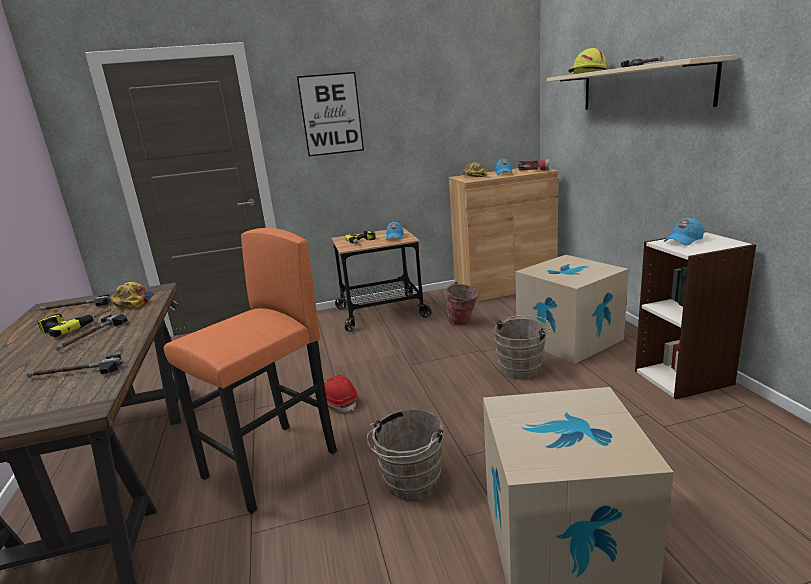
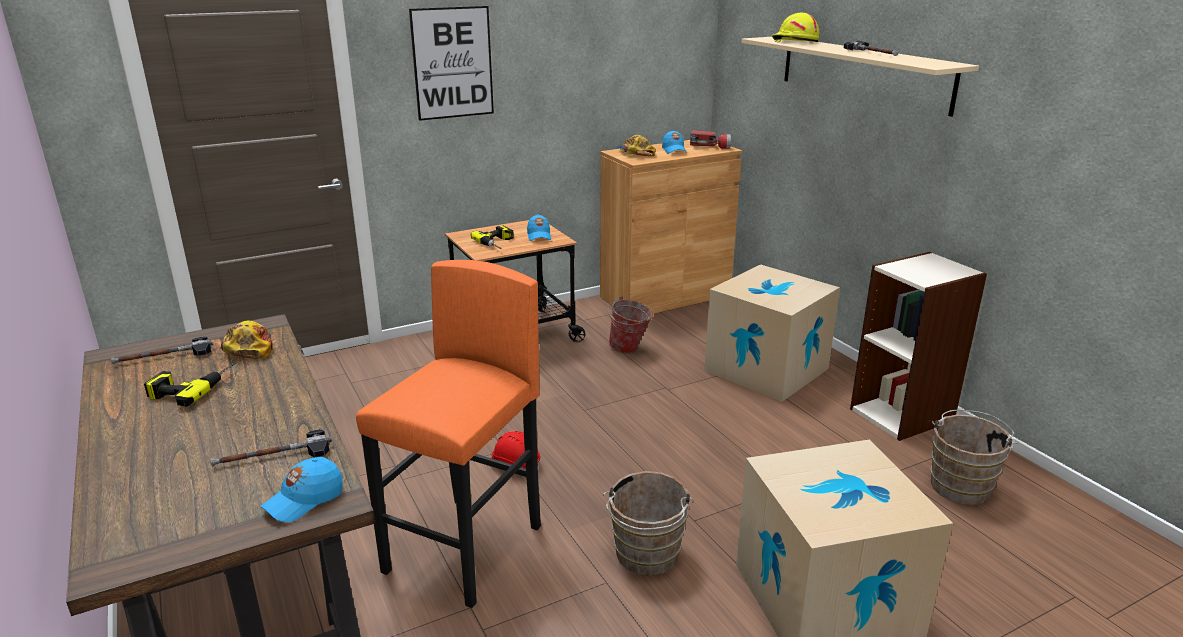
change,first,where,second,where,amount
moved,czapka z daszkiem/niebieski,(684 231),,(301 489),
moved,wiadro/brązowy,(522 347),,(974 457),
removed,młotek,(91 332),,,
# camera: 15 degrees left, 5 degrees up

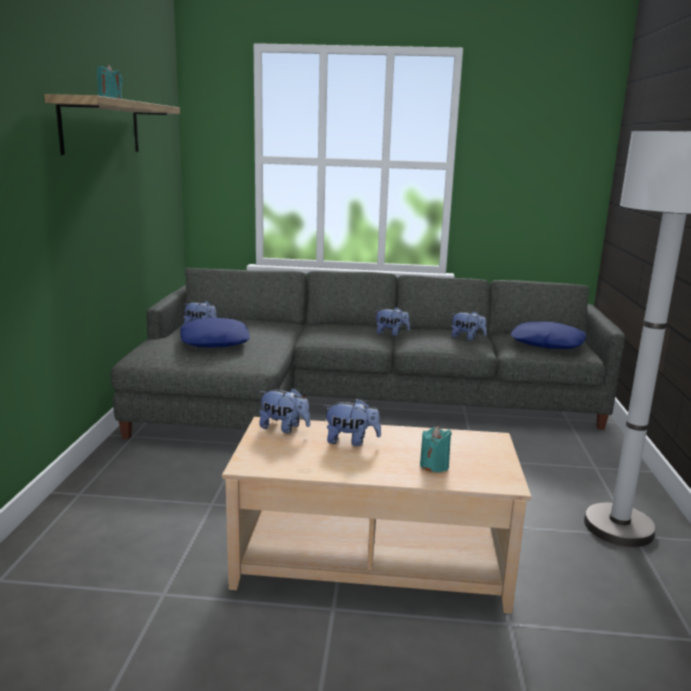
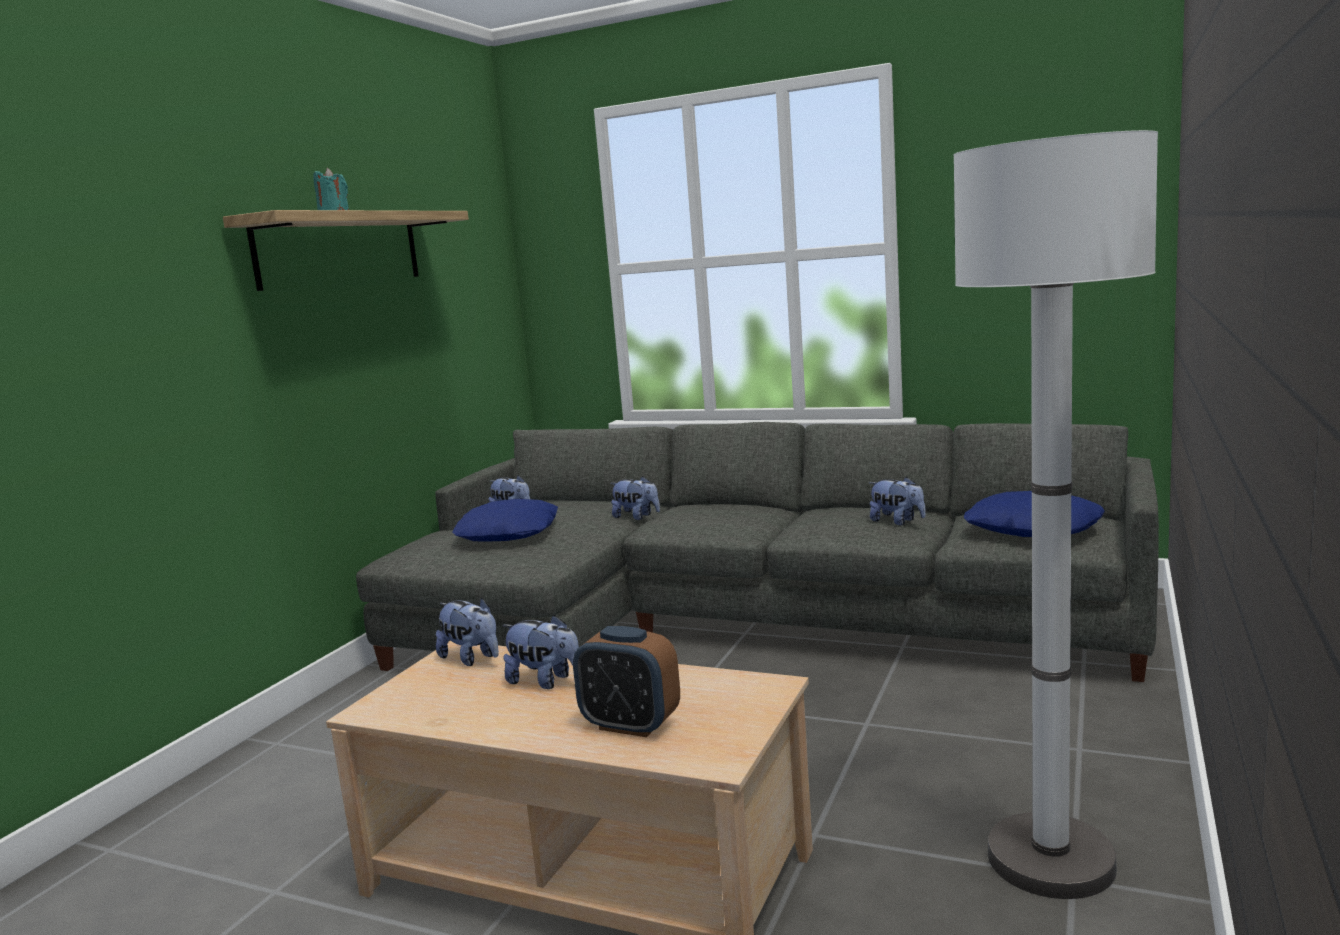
change,first,where,second,where,amount
replaced,świeca/turkusowy,(436 449),budzik,(626 681),
moved,pluszak,(392 321),,(635 498),
# camera: 20 degrees right, 5 degrees down

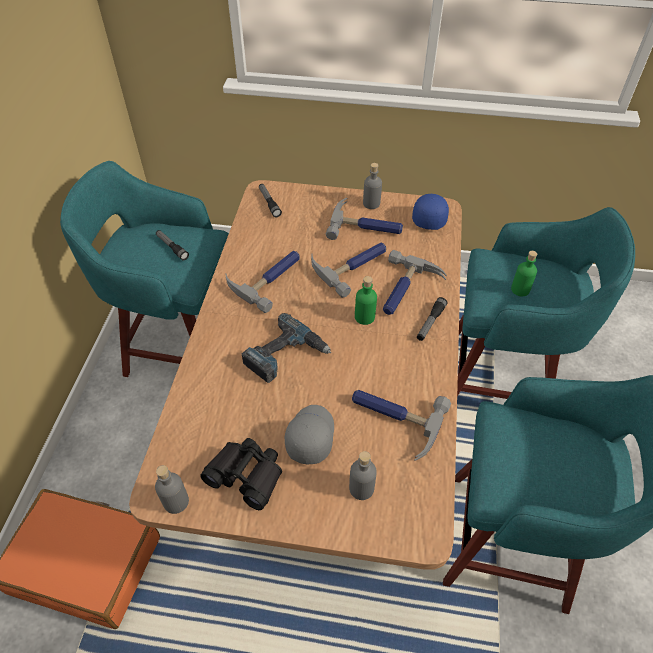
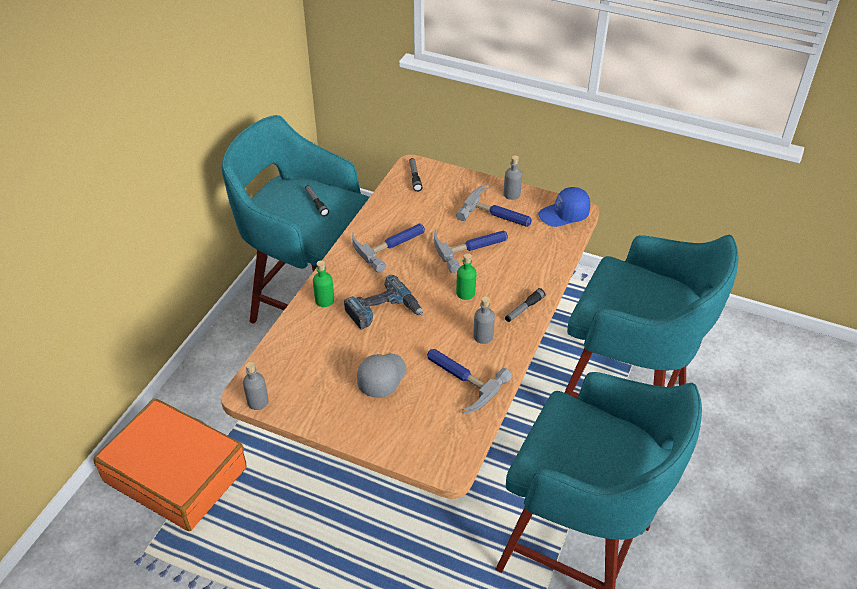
change,first,where,second,where,amount
moved,butelka/zielony,(524 273),,(323 283),
moved,butelka/szary,(363 475),,(484 320),
turned,czapka z daszkiem/niebieski,(430 212),,(564 207),135 degrees counterclockwise
removed,lornetka/czarny,(241 474),,,
removed,młotek,(415 282),,,
# camera: 15 degrees right, 5 degrees down

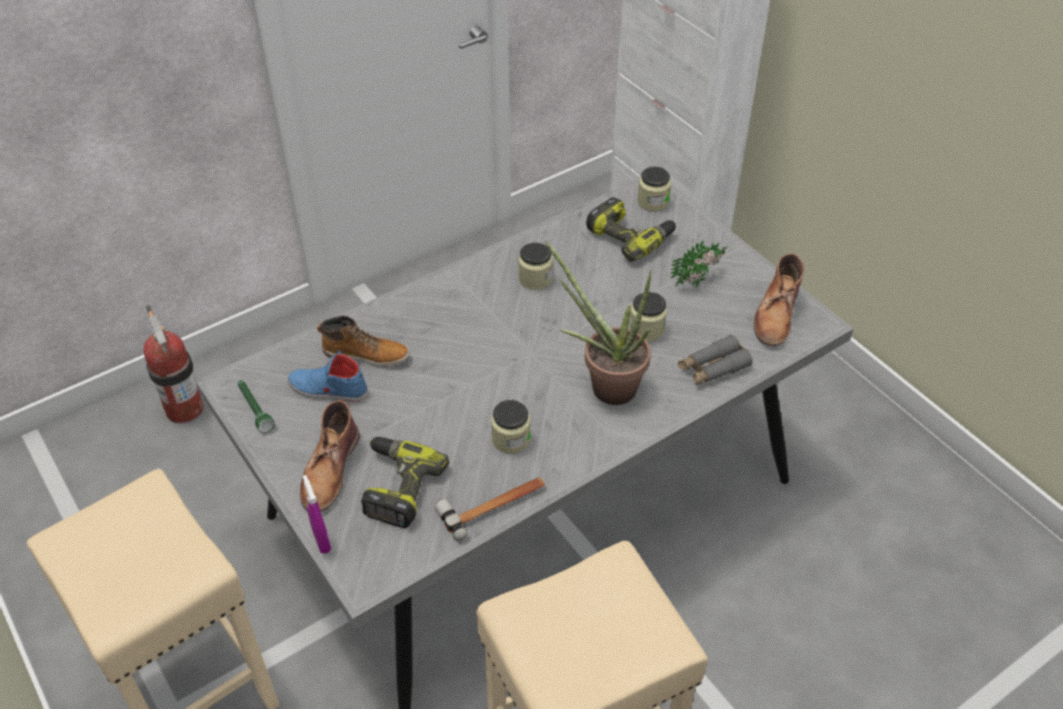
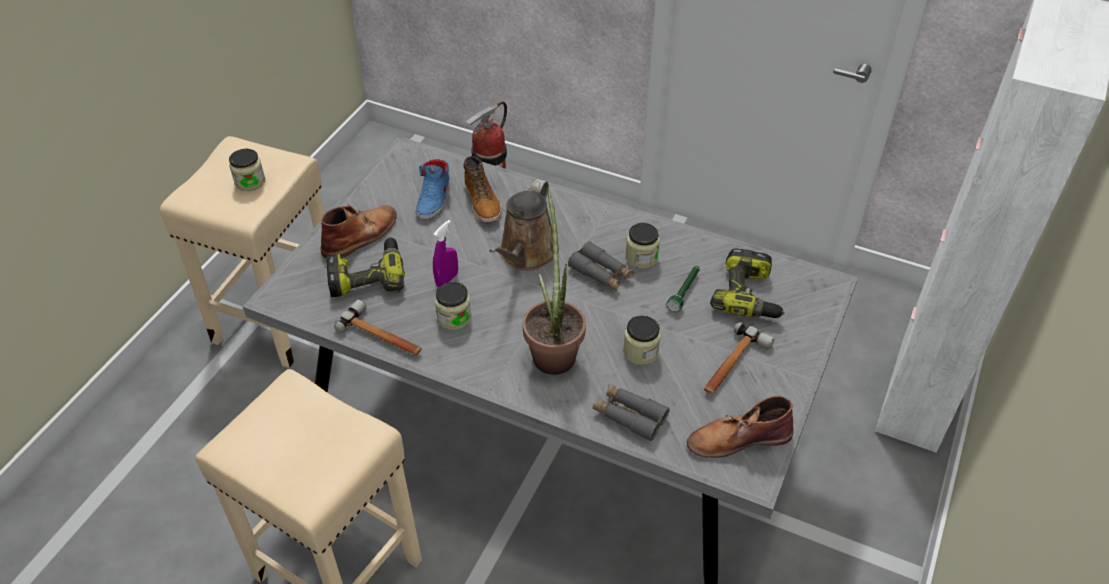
change,first,where,second,where,amount
moved,słoik,(654 189),,(247 170),
turned,but z cholewką/brązowy,(330 456),,(358 231),150 degrees clockwise
turned,but/niebieski,(328 376),,(433 189),150 degrees counterclockwise
moved,spryskiwacz/fioletowy,(317 514),,(445 253),
added,,,konewka/brązowy,(524 225),
added,,,lornetka/szary,(601 266),
moved,latarka/zielony,(256 406),,(683 289),
replaced,roślina doniczkowa,(698 264),młotek,(739 358),
# camera: 60 degrees right, 0 degrees up

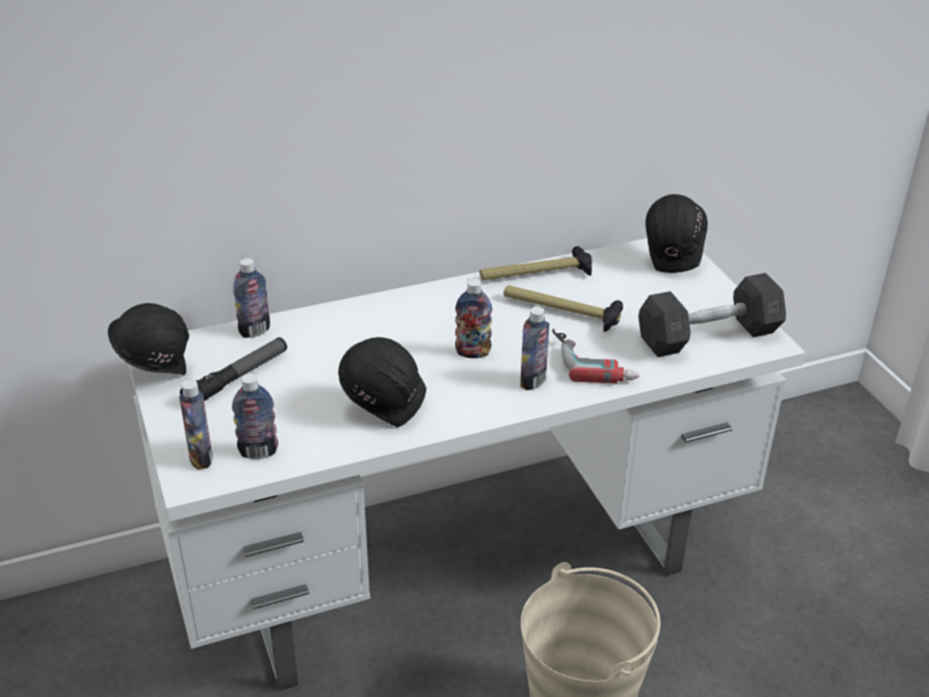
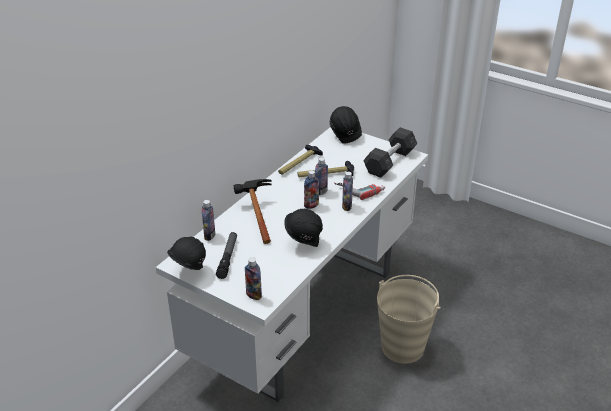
change,first,where,second,where,amount
added,,,młotek,(253 211),
moved,butelka,(255 416),,(321 176),
# camera: 35 degrees left, 0 degrees up

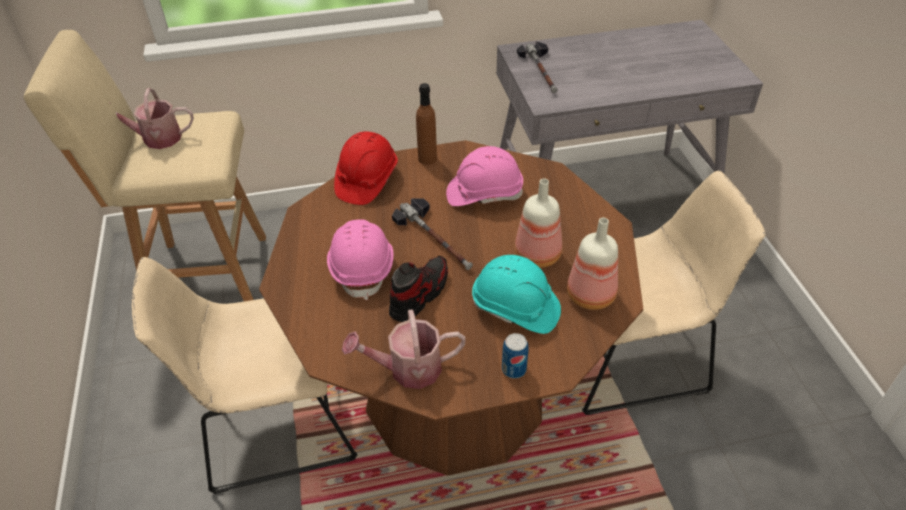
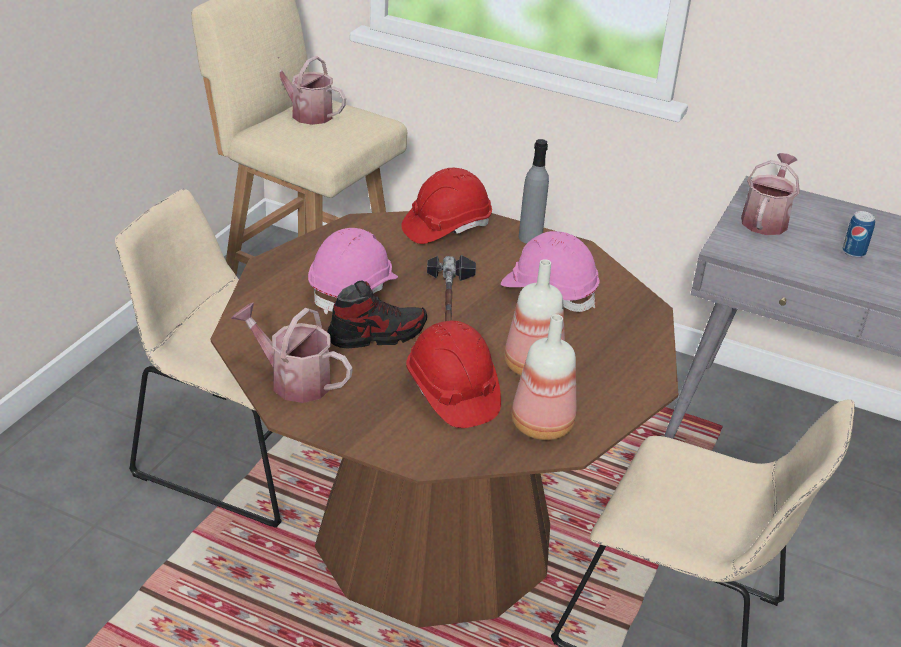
change,first,where,second,where,amount
recoloured,kask/turkusowy,(516 294),kask/czerwony,(453 374),
recoloured,butelka/brązowy,(426 124),butelka/szary,(534 191),
replaced,młotek,(537 67),konewka,(770 194),
moved,puszka,(515 356),,(858 234),
# camera: 35 degrees right, 10 degrees down

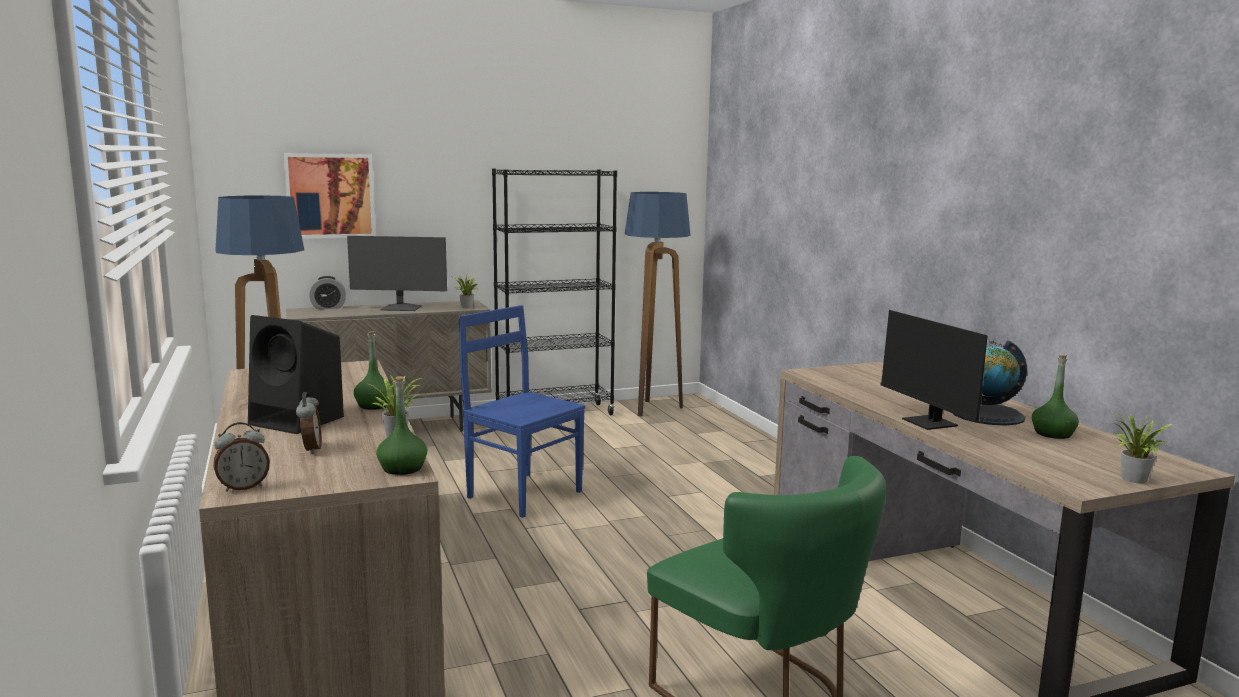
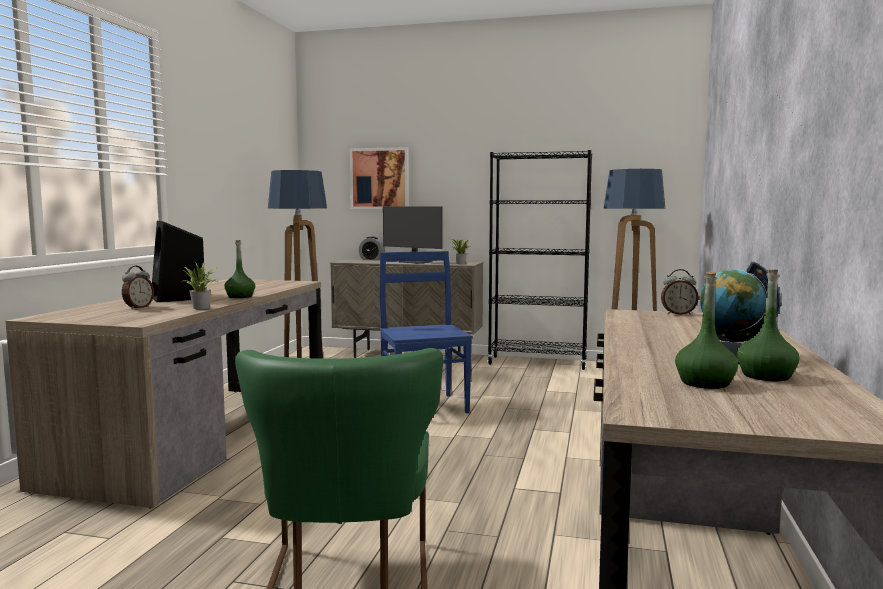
change,first,where,second,where,amount
moved,budzik,(242 457),,(680 292),
moved,butelka/zielony,(401 425),,(706 330),
removed,monitor,(952 370),,,
removed,roślina doniczkowa,(1142 447),,,
# camera: 35 degrees right, 5 degrees down

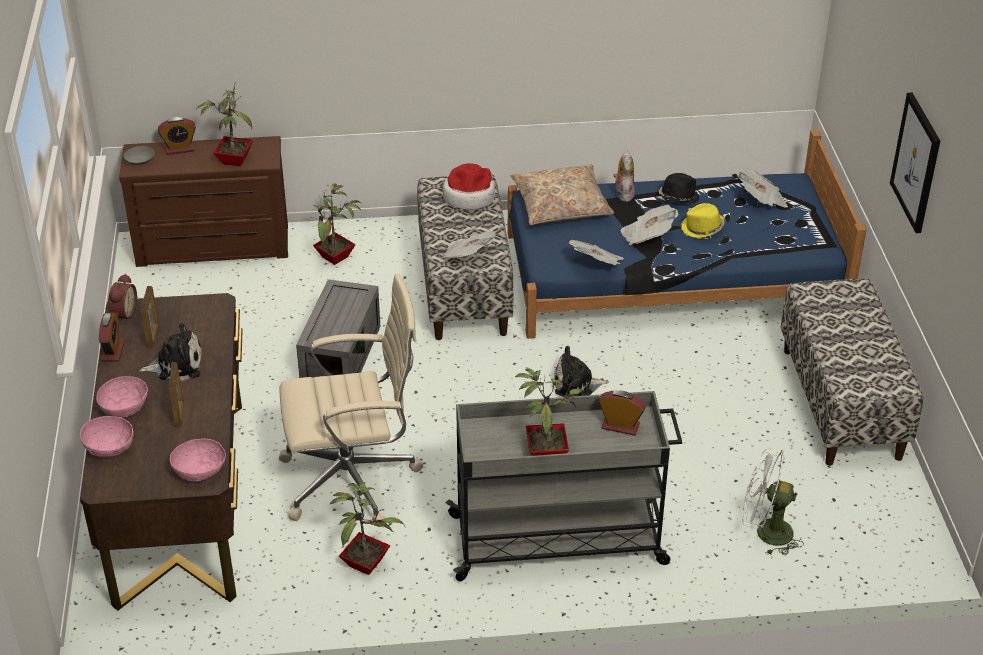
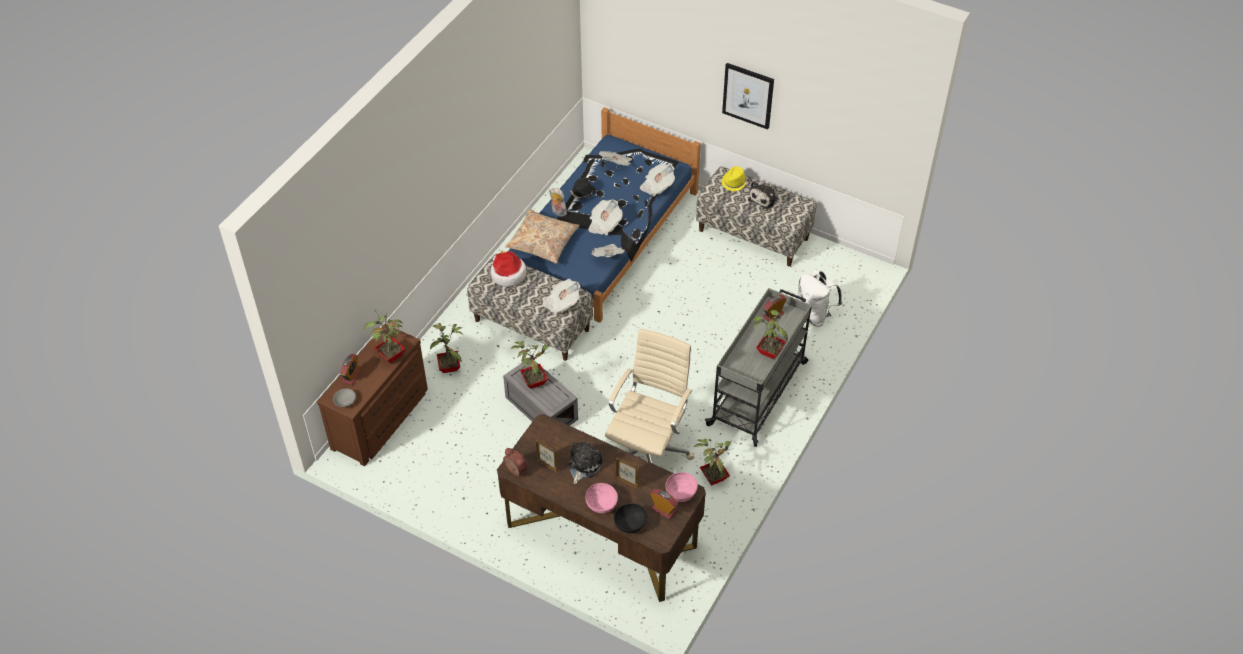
change,first,where,second,where,amount
added,,,roślina doniczkowa,(530 365),
recoloured,miska/różowy,(107 436),miska/czarny,(631 518),
added,,,gazeta,(657 179),
moved,budzik,(112 337),,(664 504),
moved,kapelusz/żółty,(703 220),,(734 178),
moved,pluszak,(581 371),,(763 195),
replaced,wentylator/biały,(773 501),plecak/biały,(819 298),
# camera: 55 degrees left, 10 degrees up

